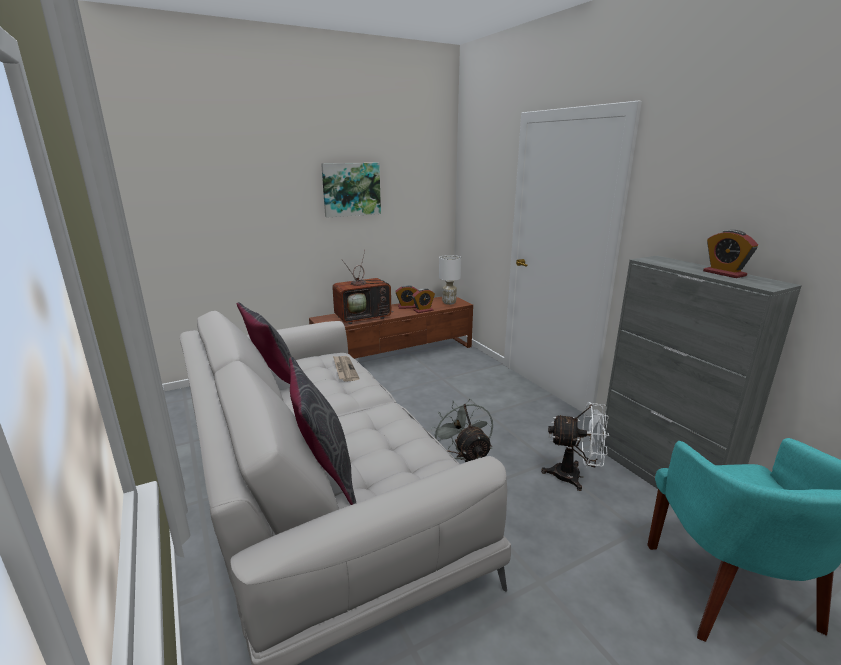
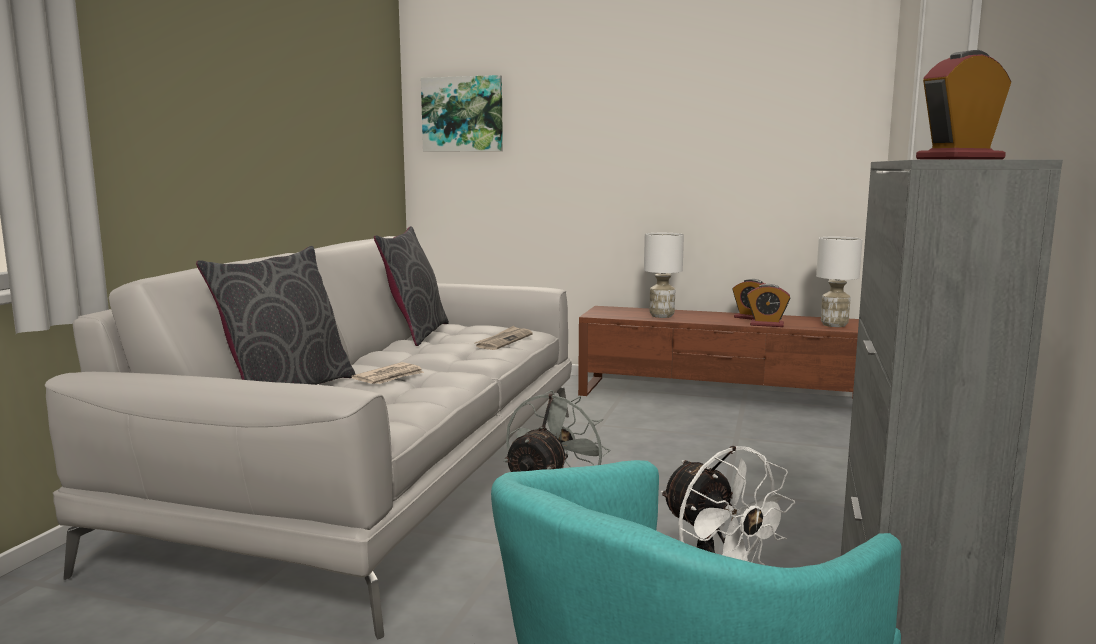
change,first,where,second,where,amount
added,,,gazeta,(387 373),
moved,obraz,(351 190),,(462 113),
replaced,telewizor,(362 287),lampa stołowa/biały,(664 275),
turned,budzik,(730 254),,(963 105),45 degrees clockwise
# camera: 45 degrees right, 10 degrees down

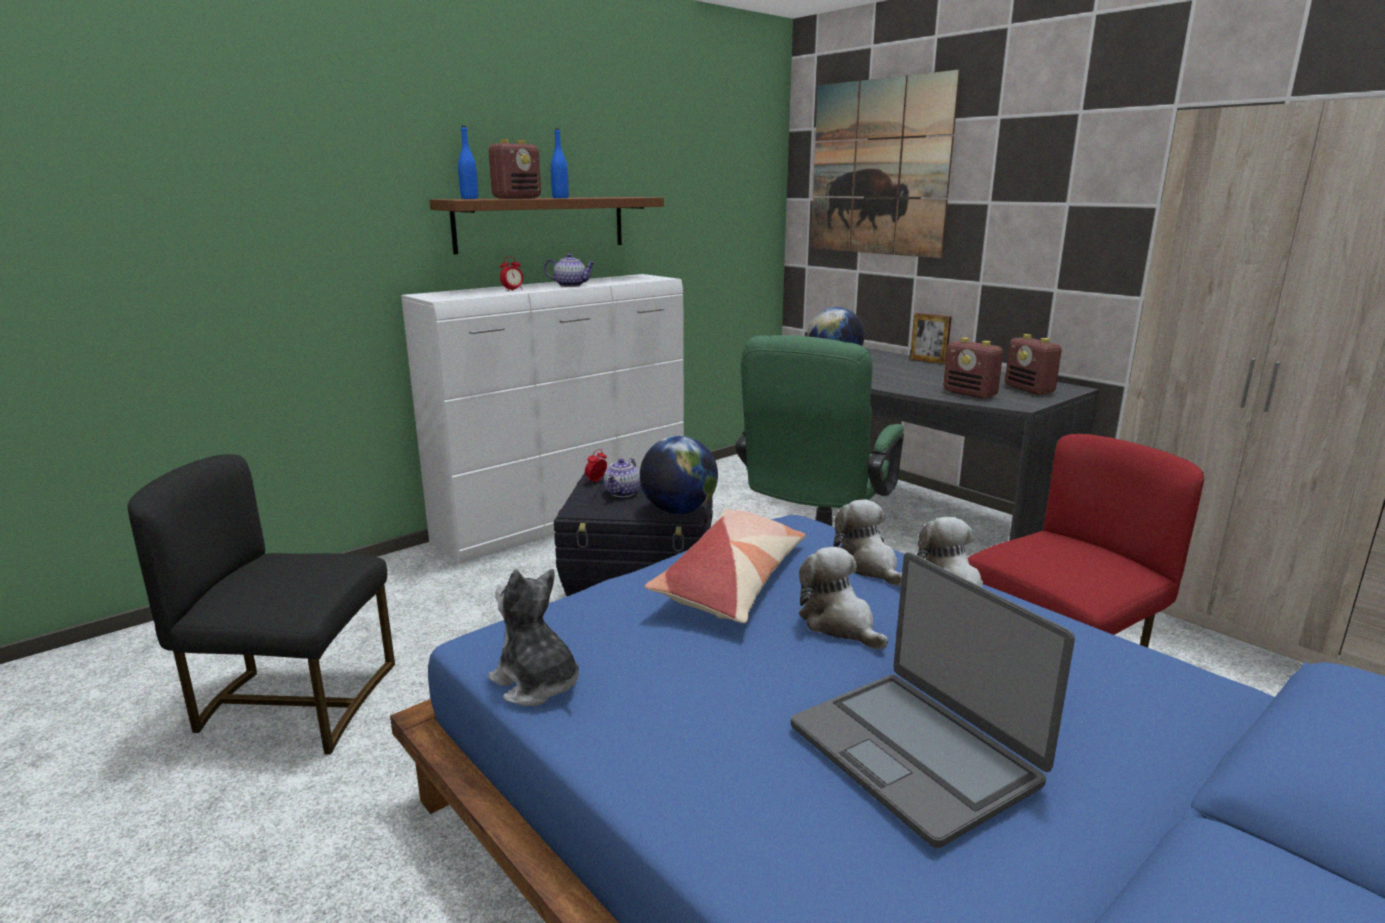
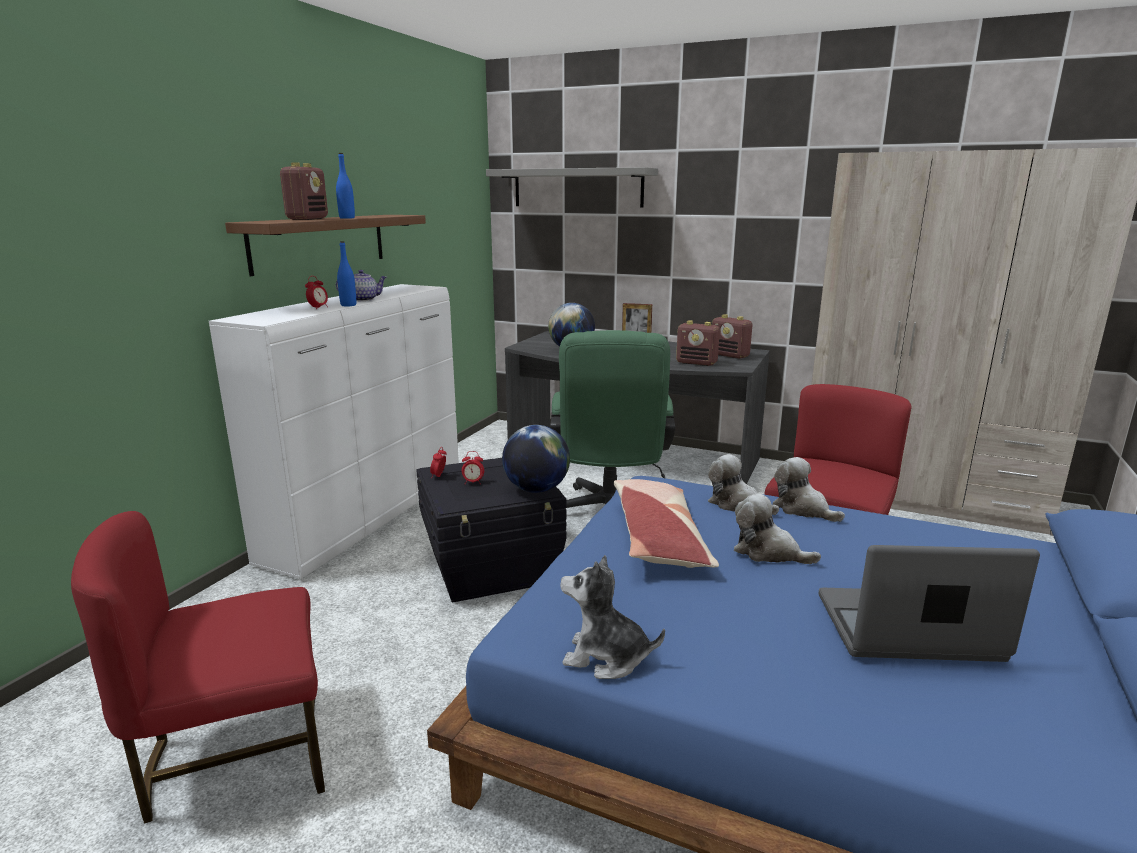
change,first,where,second,where,amount
recoloured,krzesło/czarny,(261 604),krzesło/czerwony,(198 667),
moved,butelka/niebieski,(468 162),,(346 273),
replaced,imbryk,(622 477),budzik,(473 467),
replaced,obraz,(885 164),półka/szary,(572 187),
turned,laptop,(933 700),,(929 603),150 degrees clockwise
# camera: 25 degrees left, 0 degrees up

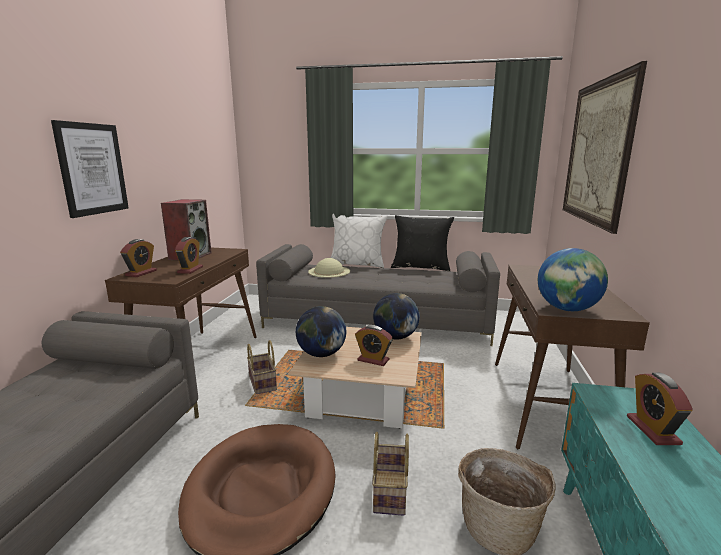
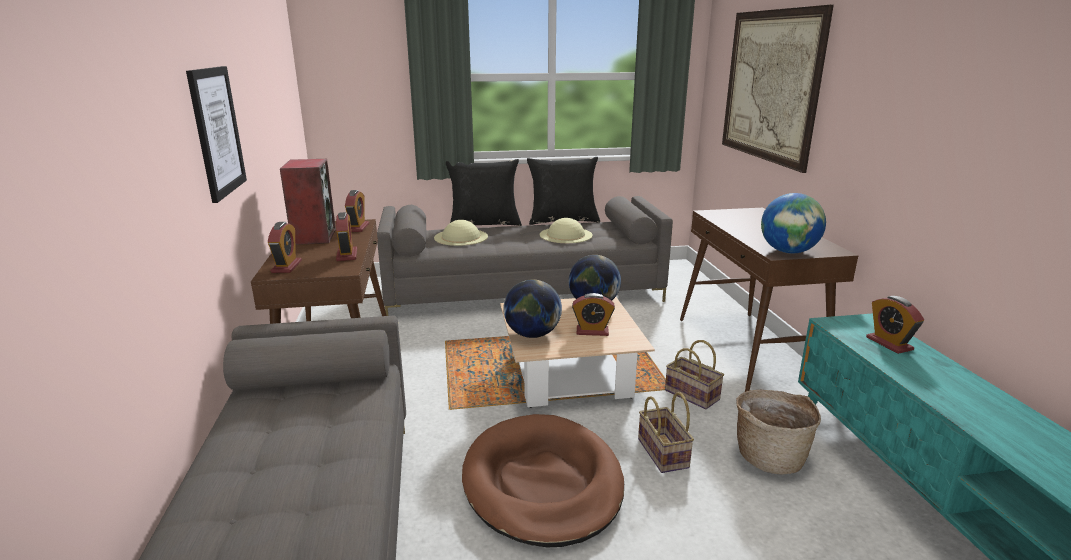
change,first,where,second,where,amount
added,,,budzik,(357 211),
recoloured,poduszka/biały,(359 241),poduszka/czarny,(484 192),
added,,,kapelusz/beżowy,(566 230),
moved,koszyk,(262 367),,(694 374),
# camera: 20 degrees left, 5 degrees up

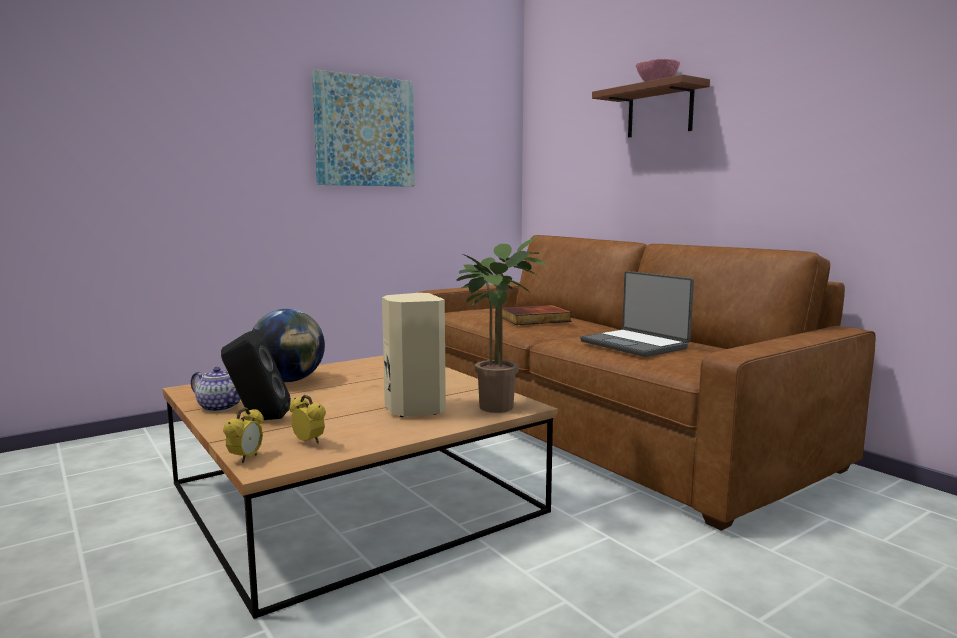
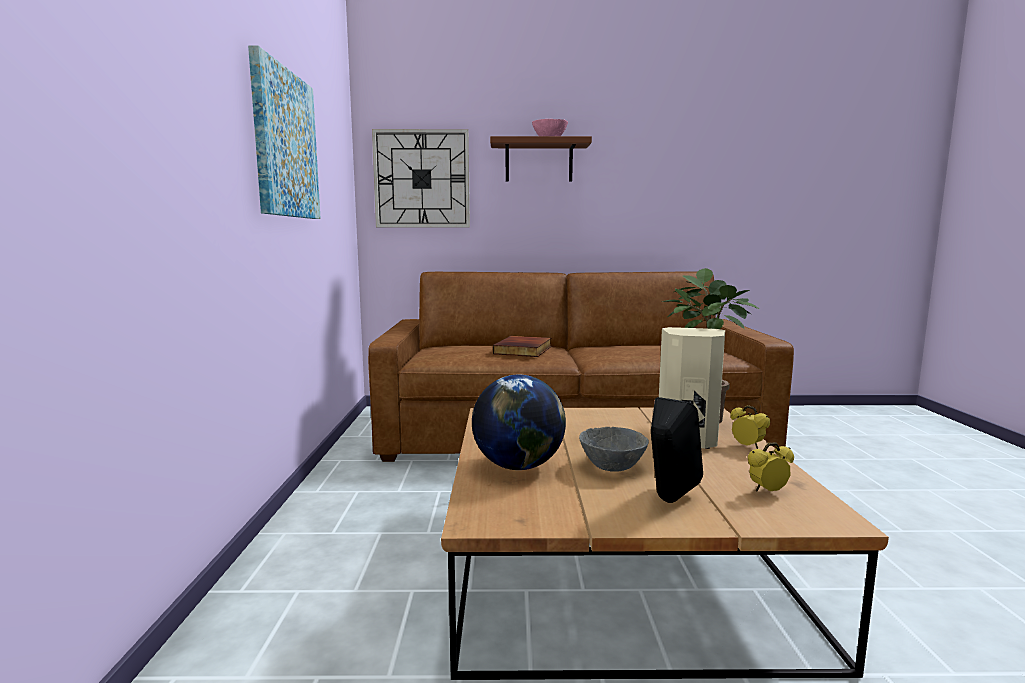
change,first,where,second,where,amount
added,,,zegar ścienny,(421 178),
added,,,miska/szary,(614 449),
moved,budzik,(243 435),,(750 427),
removed,imbryk,(216 389),,,
removed,laptop,(637 314),,,
# camera: 55 degrees left, 0 degrees up

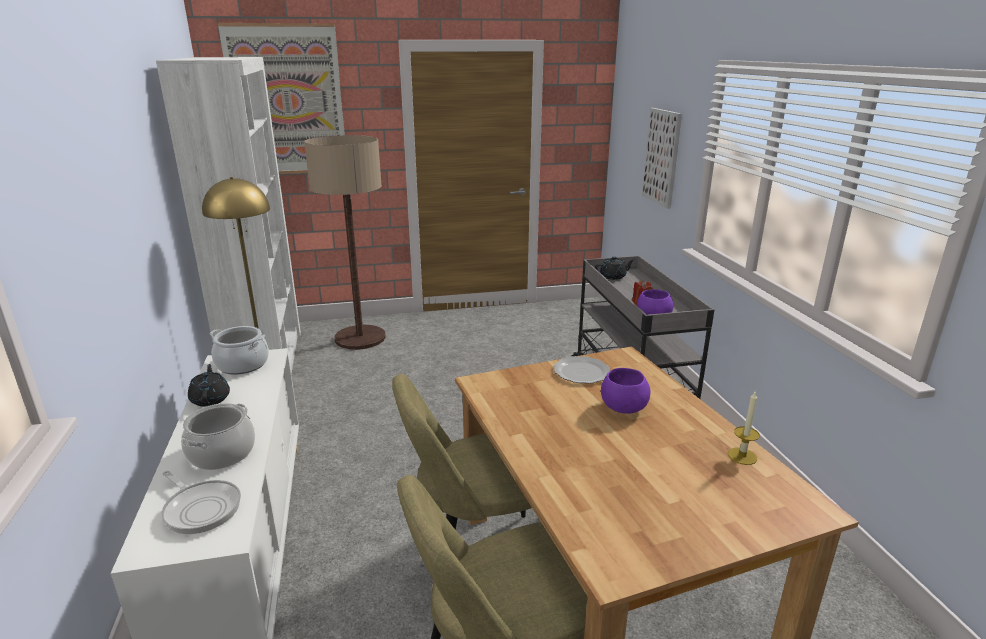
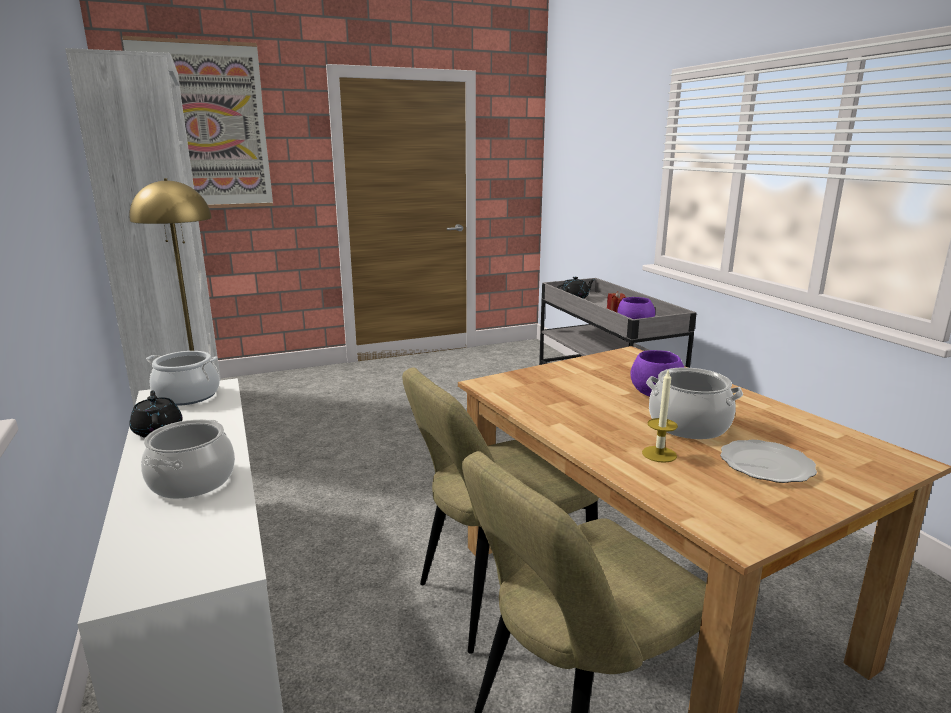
change,first,where,second,where,amount
moved,świeca,(744 428),,(660 417),
added,,,garnek,(694 403),
moved,talerz,(582 370),,(768 461),
removed,patelnia,(201 502),,,
removed,lampa stojąca,(345 242),,,
removed,obraz,(662 158),,,
# camera: 10 degrees left, 5 degrees down

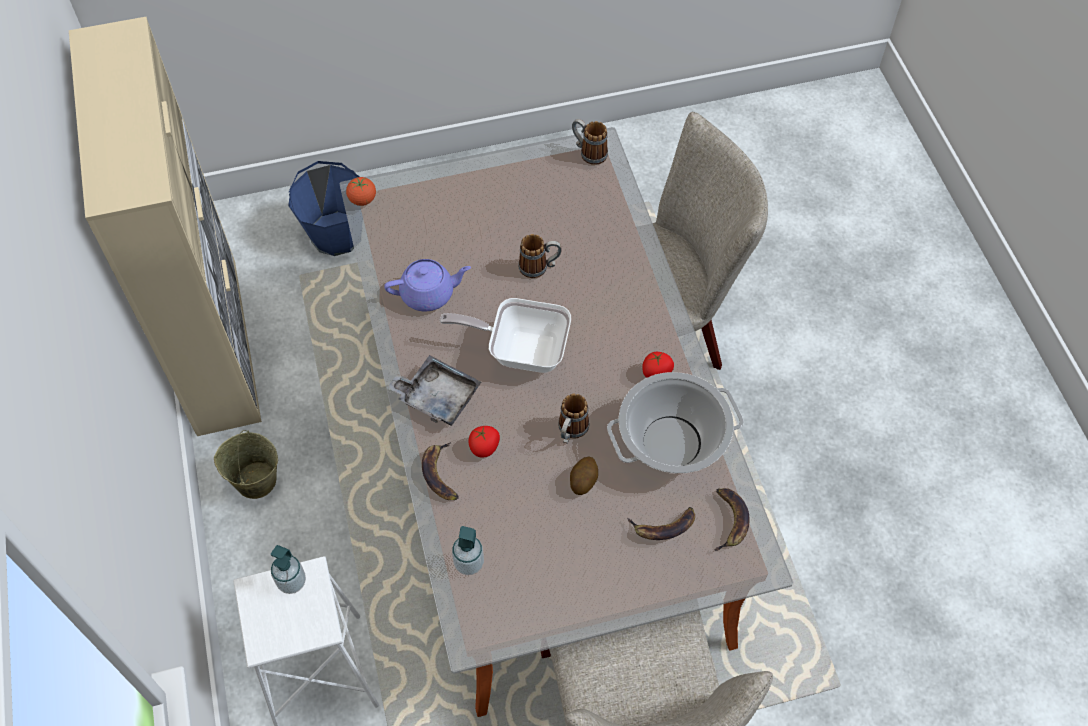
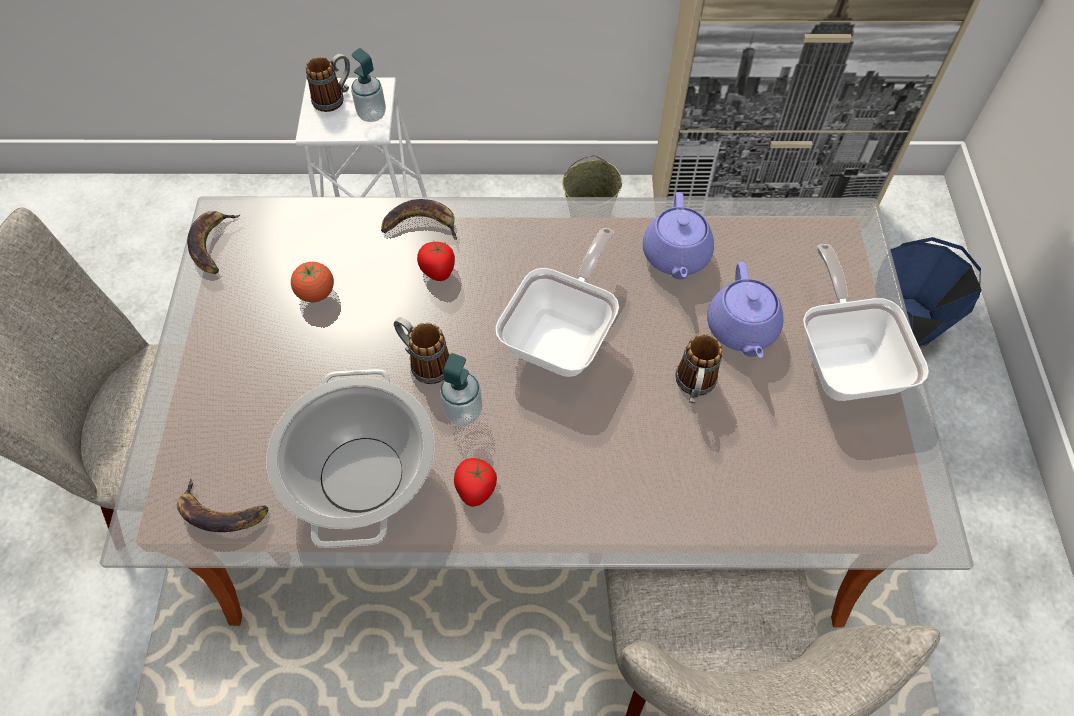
change,first,where,second,where,amount
moved,banan,(661 523),,(213 242),
moved,pomidor,(361 191),,(312 282),
moved,kubek,(590 142),,(328 83),
moved,dozownik mydła,(468 550),,(461 389),
added,,,imbryk/fioletowy,(745 310),
added,,,patelnia,(866 322),
removed,taca/szary,(434 390),,,
removed,ziemniak,(584 475),,,
# camera: 105 degrees right, 0 degrees up

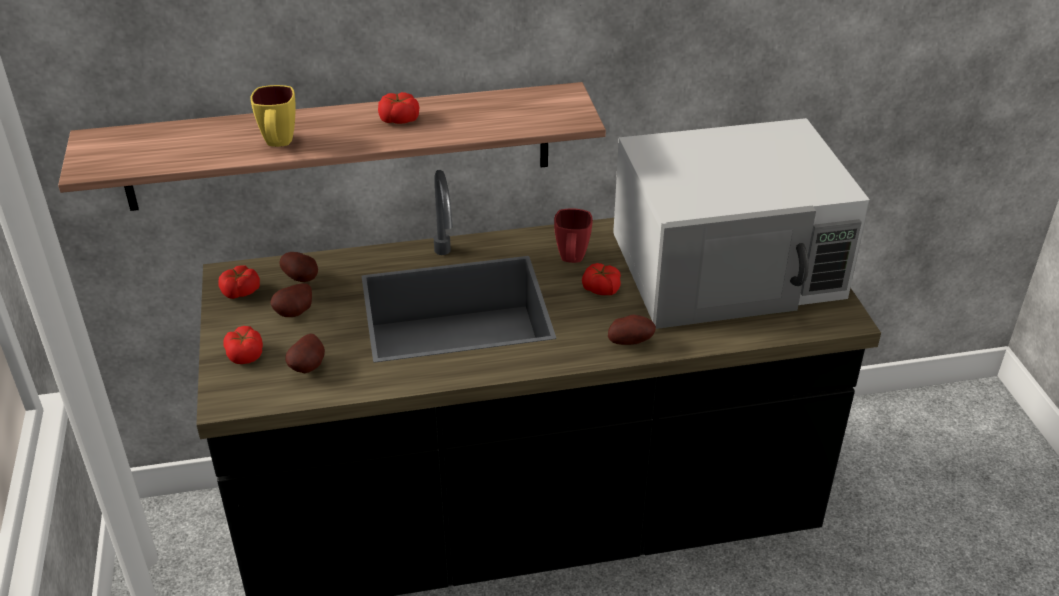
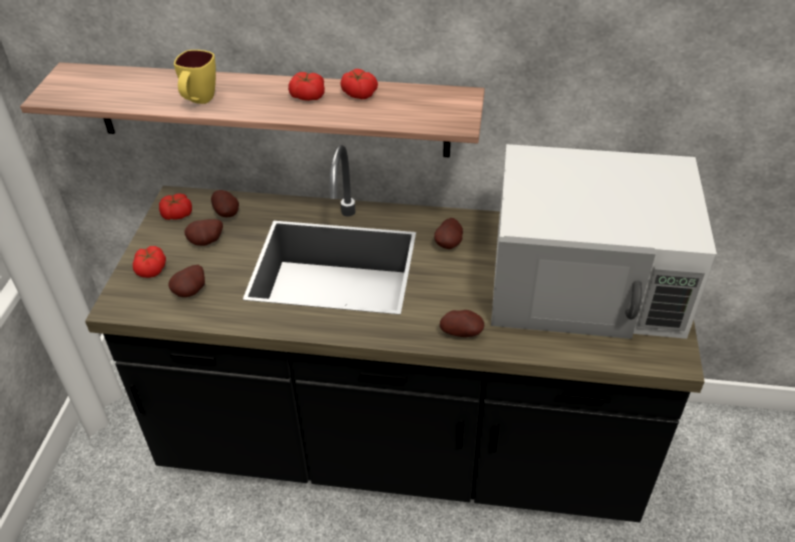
change,first,where,second,where,amount
moved,pomidor,(601 279),,(359 84),
replaced,kubek/czerwony,(573 235),ziemniak,(448 233),
# camera: 20 degrees right, 5 degrees up

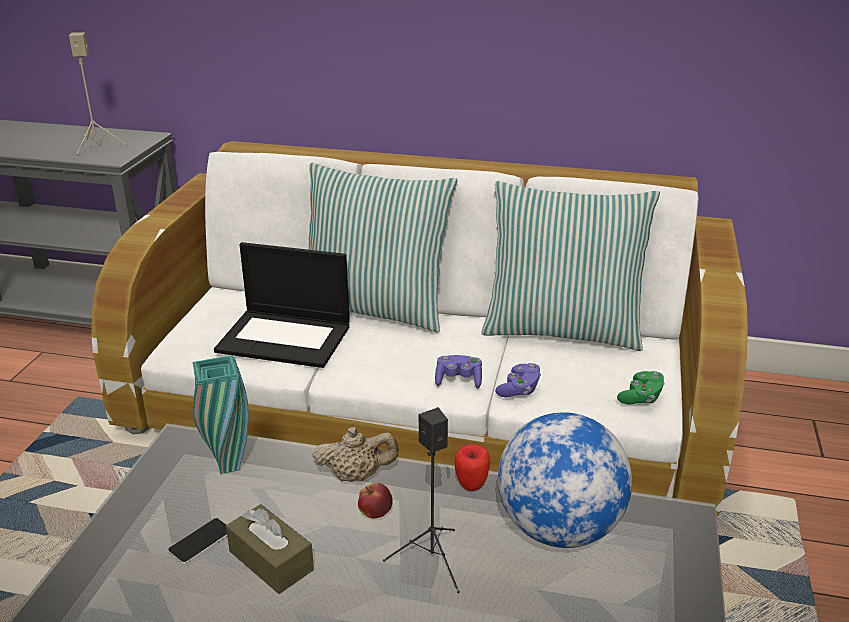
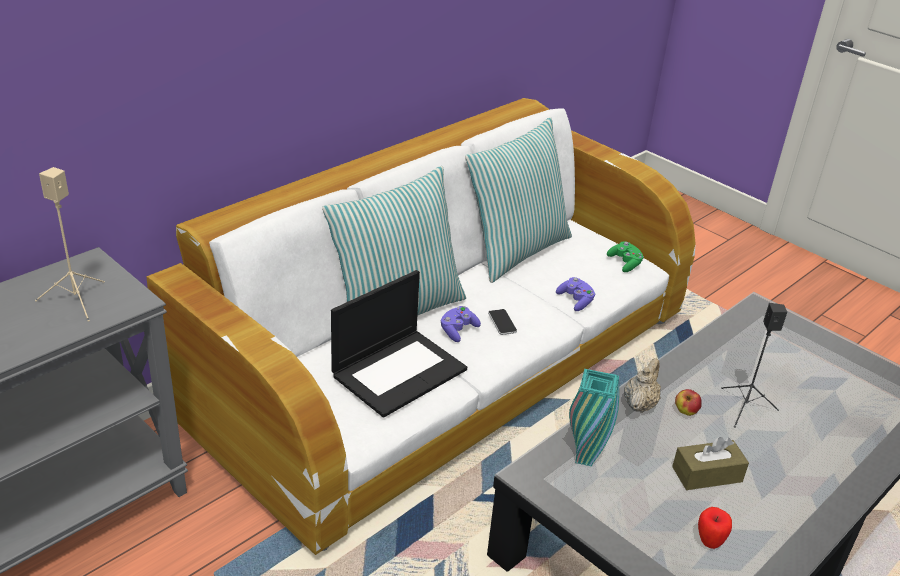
change,first,where,second,where,amount
moved,pad do gier/fioletowy,(458 371),,(461 324),
moved,telefon,(197 541),,(502 322),
moved,jabłko,(472 467),,(715 528),
removed,globus,(565 480),,,
# camera: 60 degrees left, 5 degrees up

